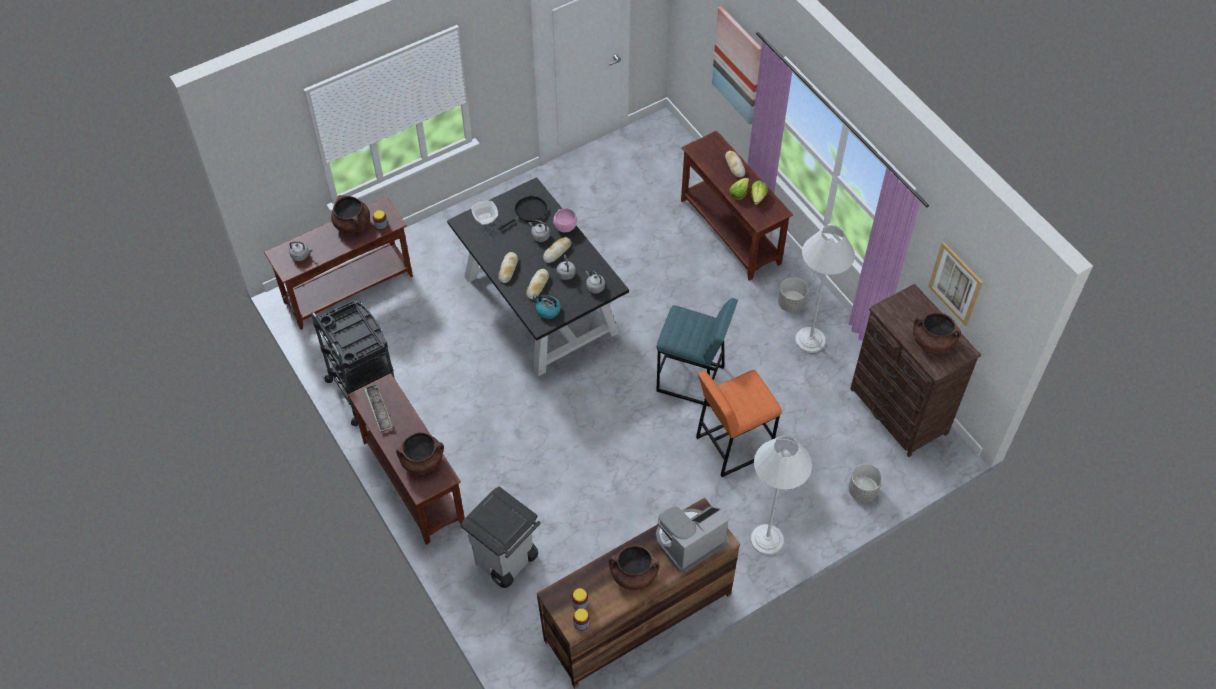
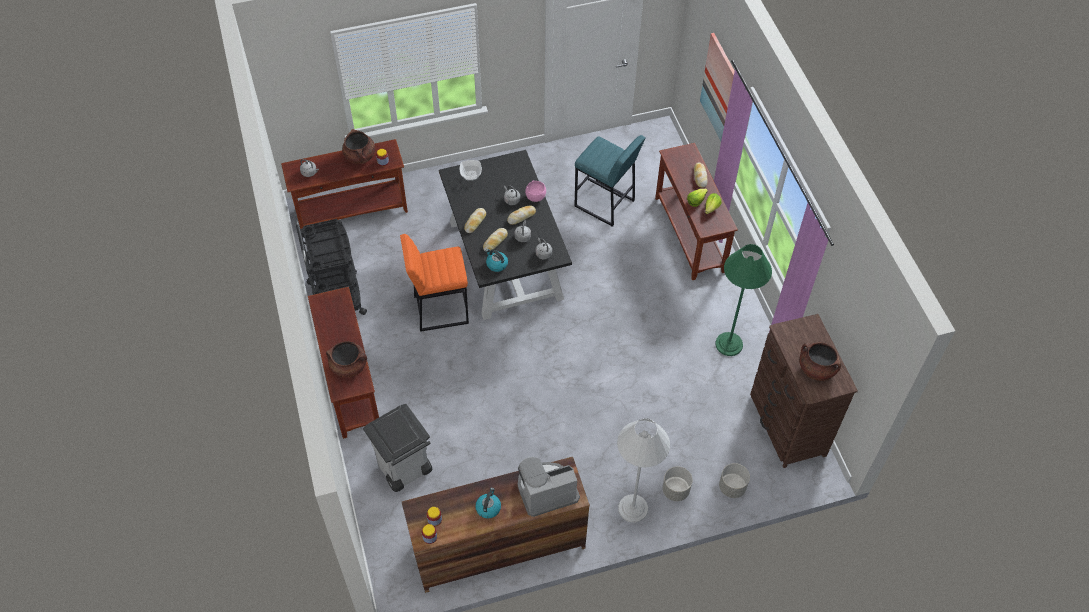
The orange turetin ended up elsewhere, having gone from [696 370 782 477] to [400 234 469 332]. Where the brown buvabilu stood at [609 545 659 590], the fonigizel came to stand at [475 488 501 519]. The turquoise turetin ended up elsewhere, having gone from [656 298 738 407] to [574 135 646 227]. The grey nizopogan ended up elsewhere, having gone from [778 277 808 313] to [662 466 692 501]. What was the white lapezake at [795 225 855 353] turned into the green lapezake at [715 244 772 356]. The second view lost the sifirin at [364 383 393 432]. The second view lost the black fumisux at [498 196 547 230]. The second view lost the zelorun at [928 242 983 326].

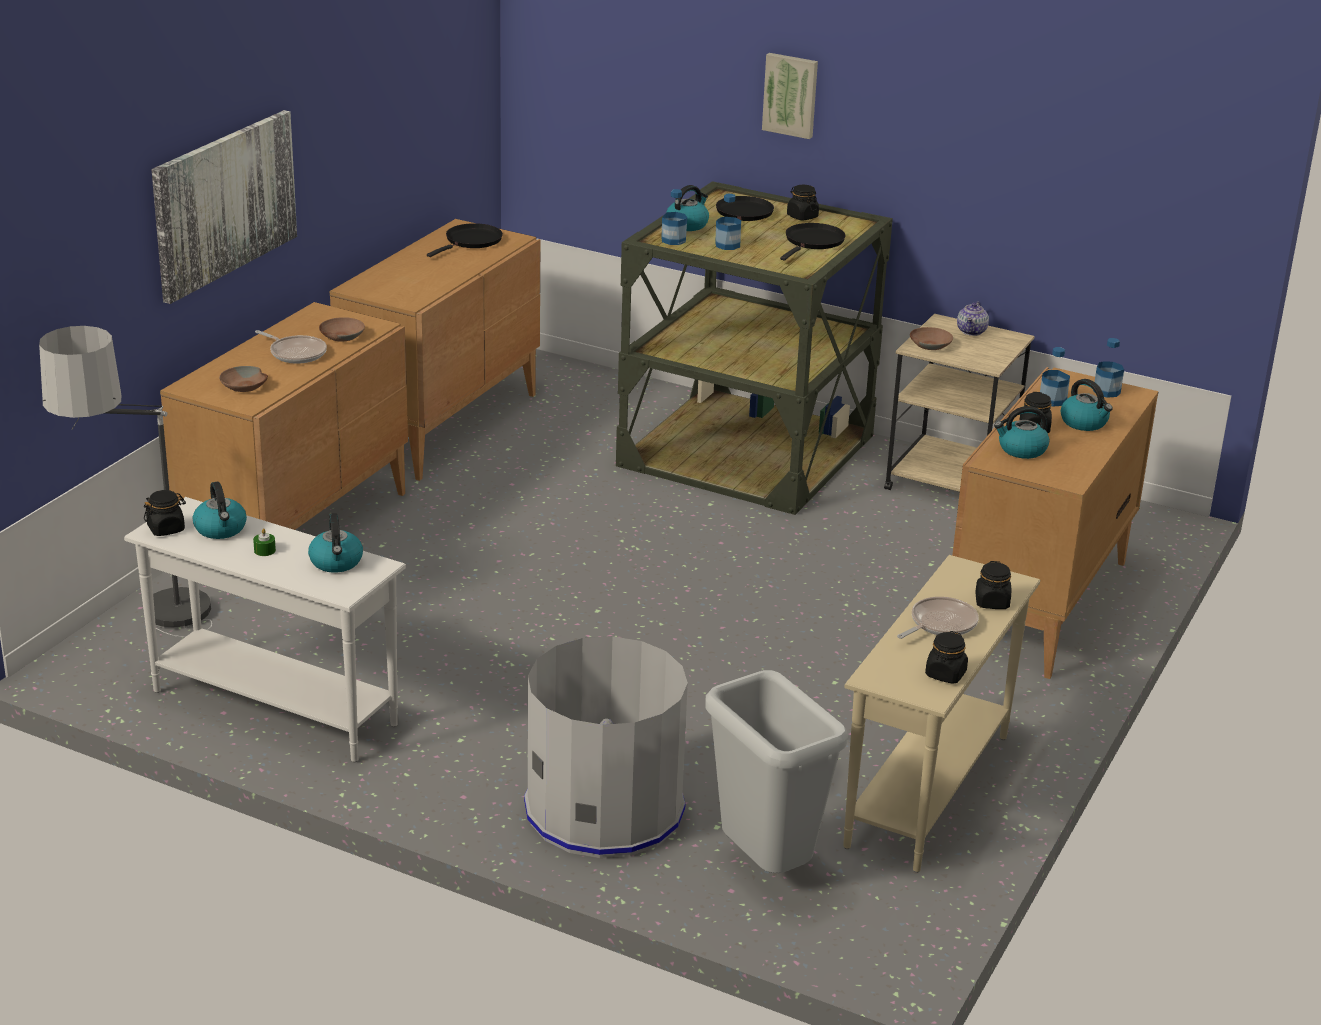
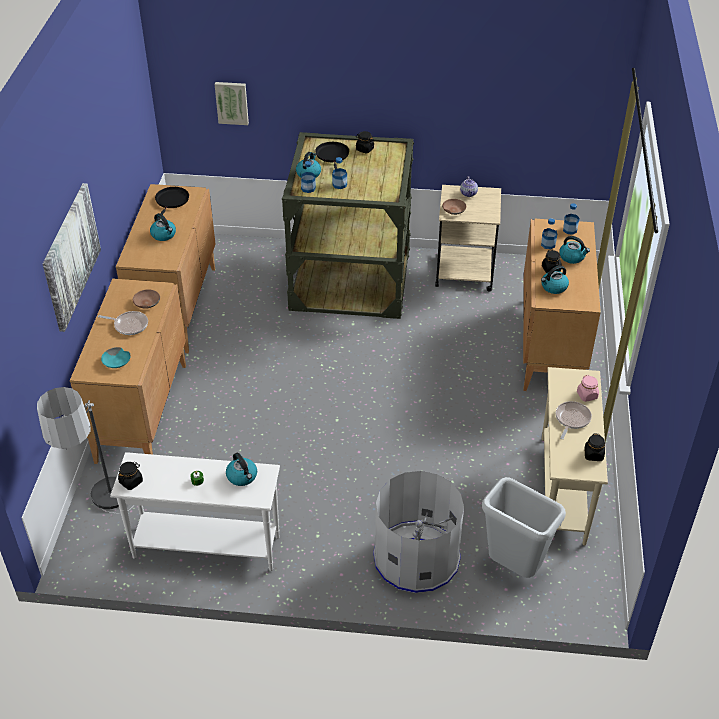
What was the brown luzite at [219 366 268 392] turned into the turquoise luzite at [101 347 131 368]. The fonigizel ended up elsewhere, having gone from [193 482 247 539] to [150 213 176 241]. The zelorun ended up elsewhere, having gone from [762 53 818 139] to [215 82 249 125]. What was the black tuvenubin at [975 561 1011 609] turned into the pink tuvenubin at [577 375 599 402]. The second view lost the black fumisux at [780 223 846 261].

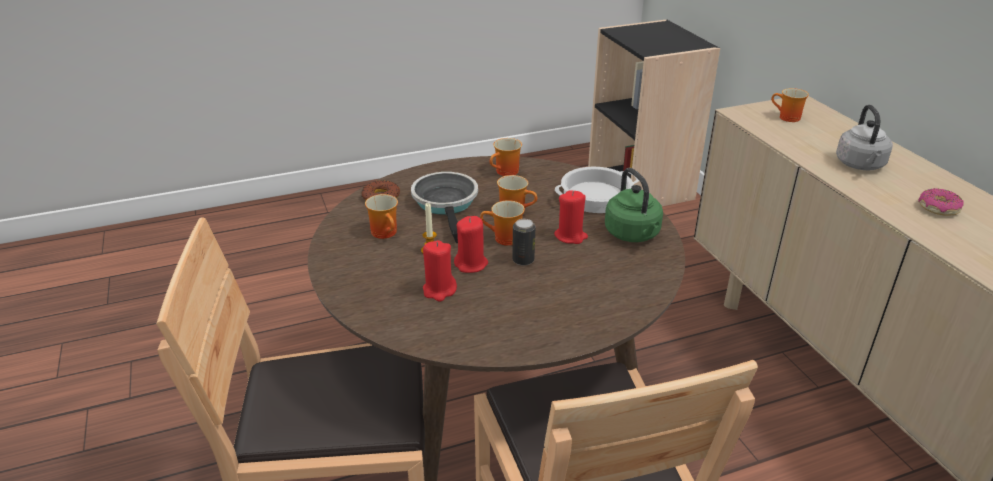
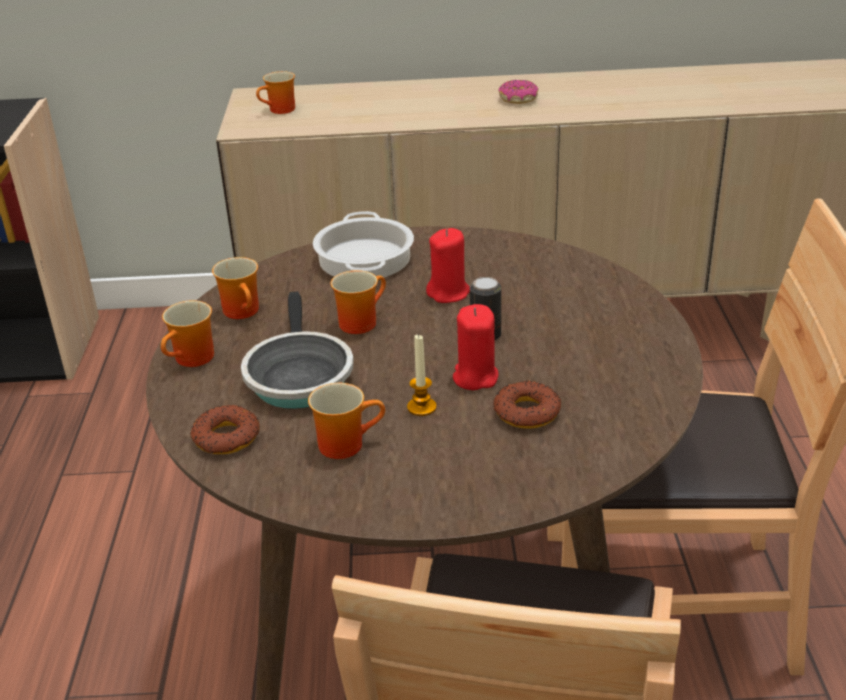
The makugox ended up elsewhere, having gone from [480 200 525 246] to [161 300 214 367]. The fumisux at [411 172 478 243] ended up facing another way, 105 degrees counterclockwise from before. Where the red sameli stood at [423 240 457 302], the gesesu came to stand at [493 381 561 429]. The second view lost the green fonigizel at [605 168 663 242]. The second view lost the grey fonigizel at [836 105 893 171].

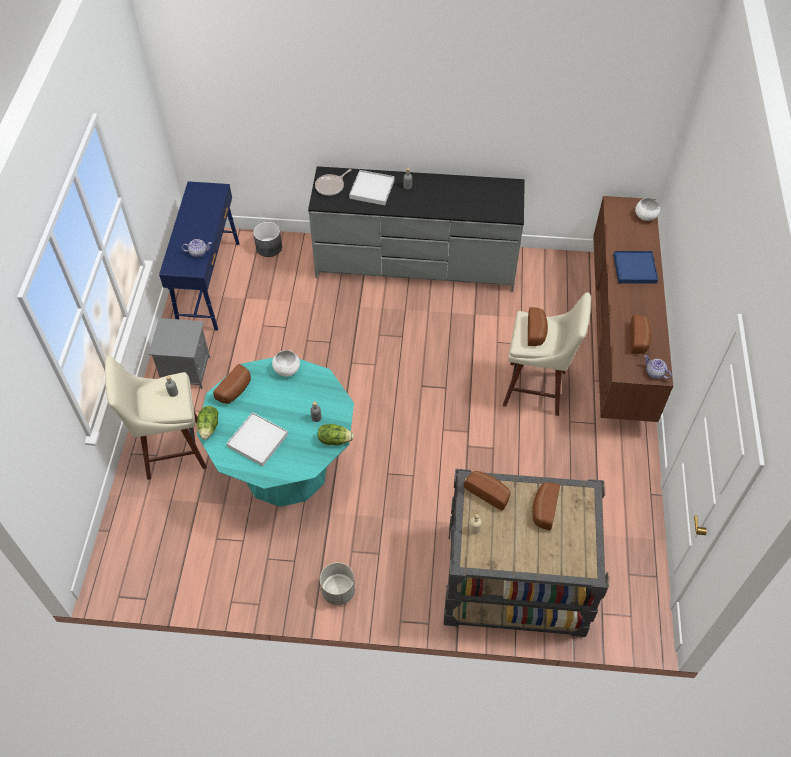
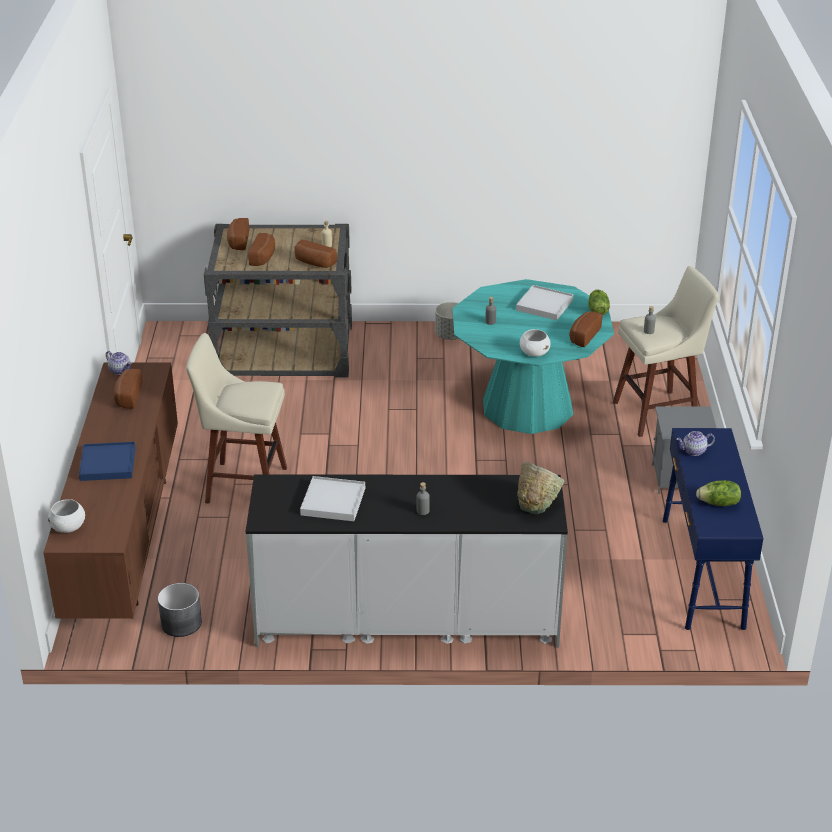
The grey nizopogan ended up elsewhere, having gone from [253 222 282 257] to [158 583 202 637]. The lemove ended up elsewhere, having gone from [528 307 548 346] to [227 218 249 250]. The white sifirin ended up elsewhere, having gone from [349 170 395 205] to [300 476 365 521]. Where the fumisux stood at [315 169 351 196], the green luzite came to stand at [517 462 564 514]. The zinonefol ended up elsewhere, having gone from [318 424 354 445] to [696 480 741 506].

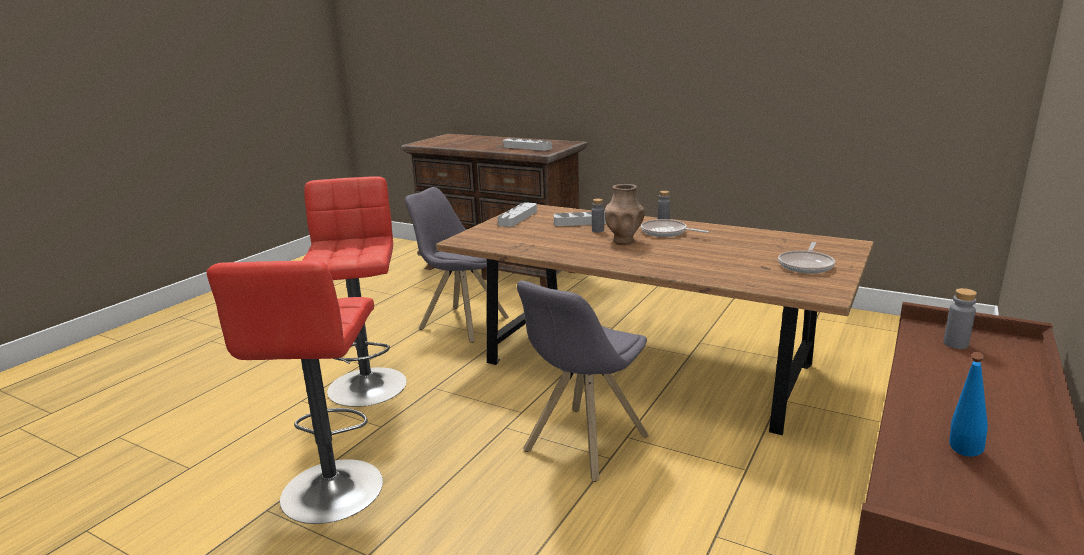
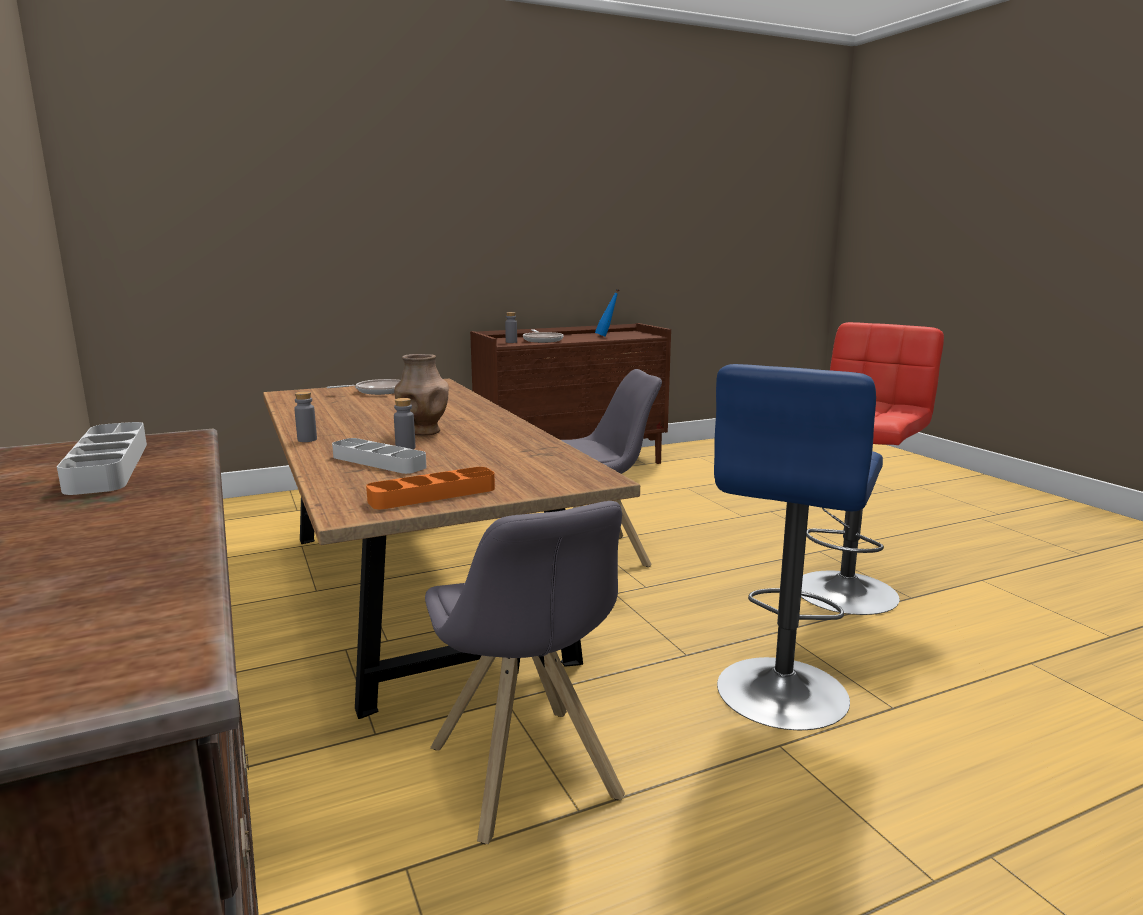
What was the grey sifirin at [498 202 537 227] turned into the orange sifirin at [366 467 495 509]. The fumisux ended up elsewhere, having gone from [641 219 709 237] to [523 329 564 343]. What was the red turetin at [302 176 407 407] turned into the blue turetin at [714 364 883 730].

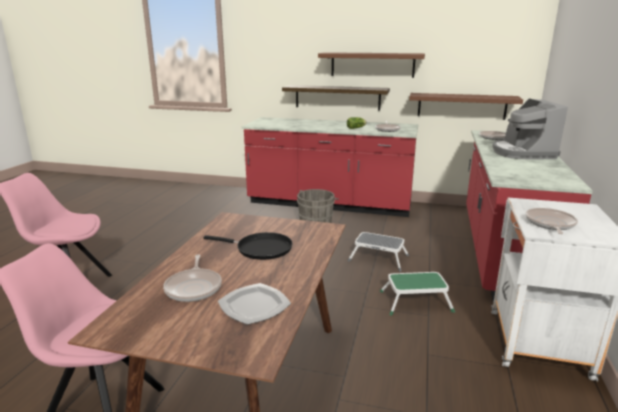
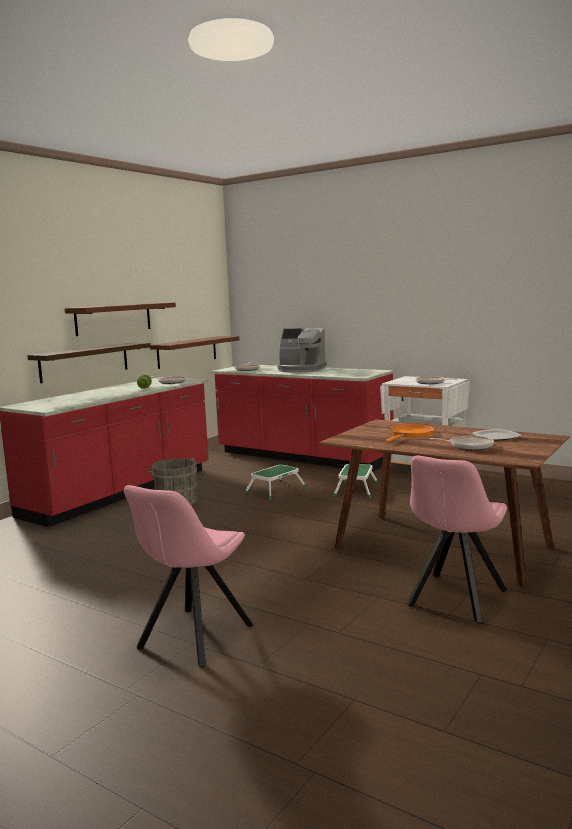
What was the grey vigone at [347 232 409 272] turned into the green vigone at [244 465 307 500]. What was the black fumisux at [203 232 292 260] turned into the orange fumisux at [385 424 435 442].

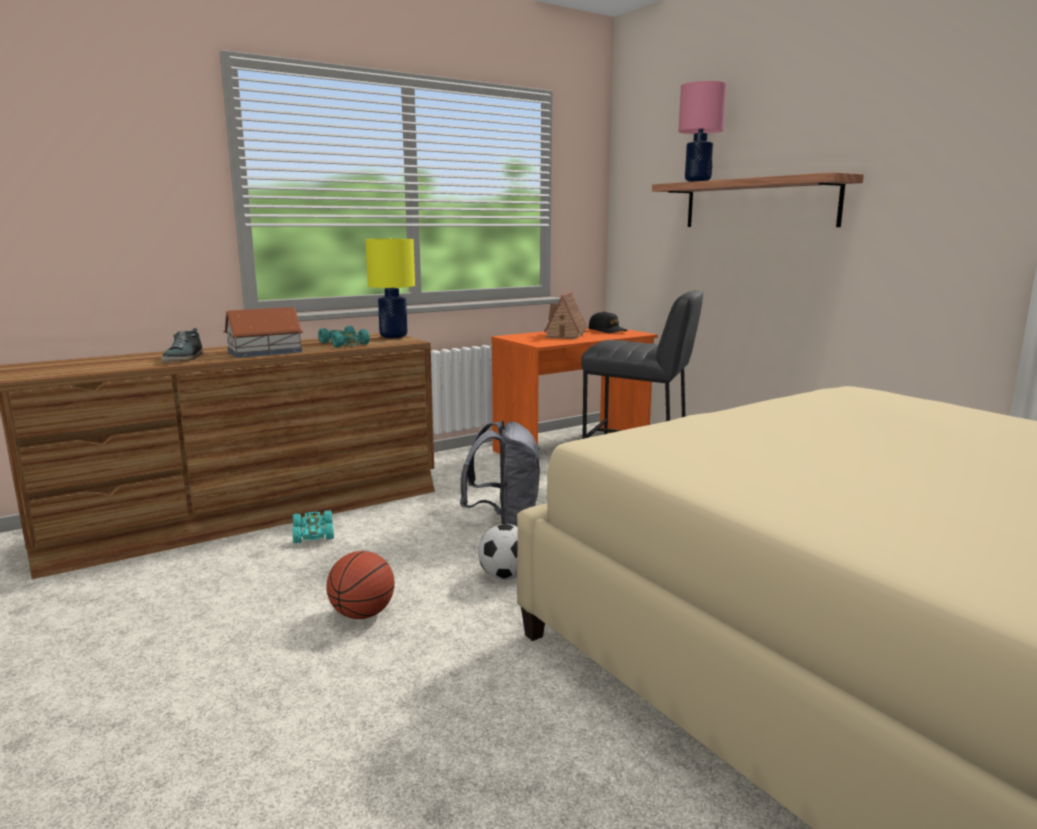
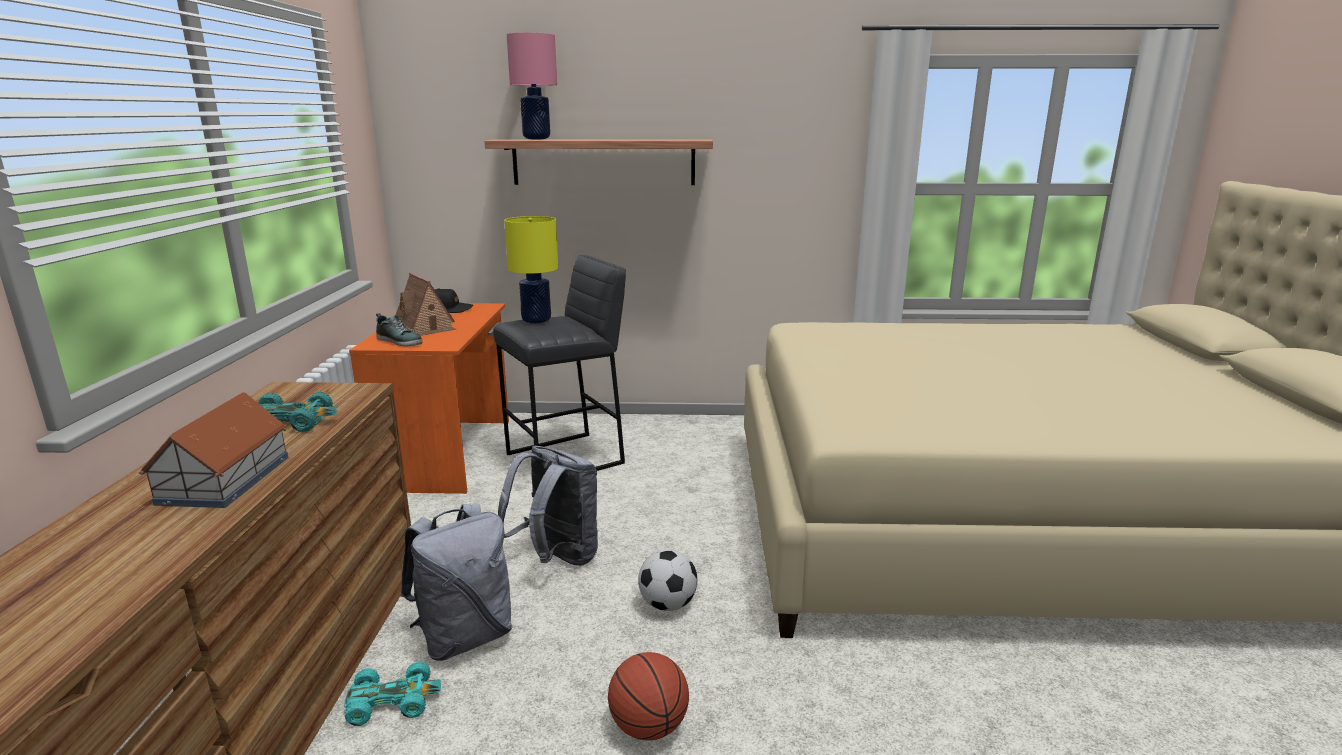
The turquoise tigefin at [292 510 334 543] ended up facing another way, 150 degrees clockwise from before. The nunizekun ended up elsewhere, having gone from [161 328 203 362] to [376 313 423 346]. The second view gained the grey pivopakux at [401 504 512 661]. The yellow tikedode ended up elsewhere, having gone from [365 238 415 338] to [504 216 558 324].

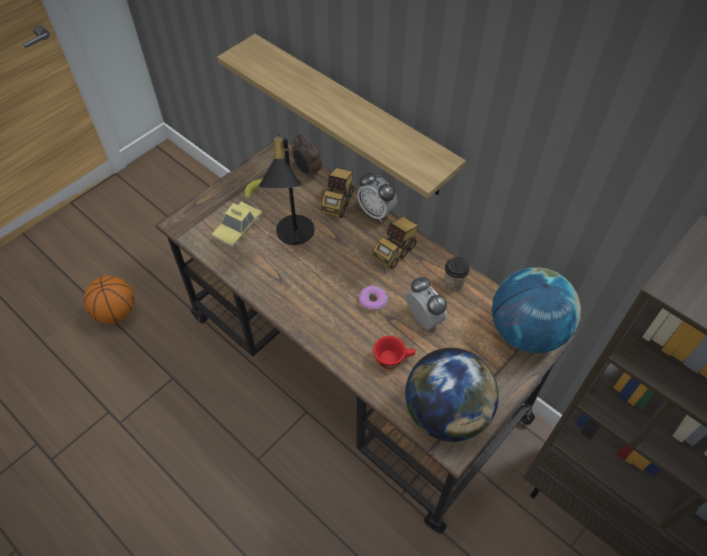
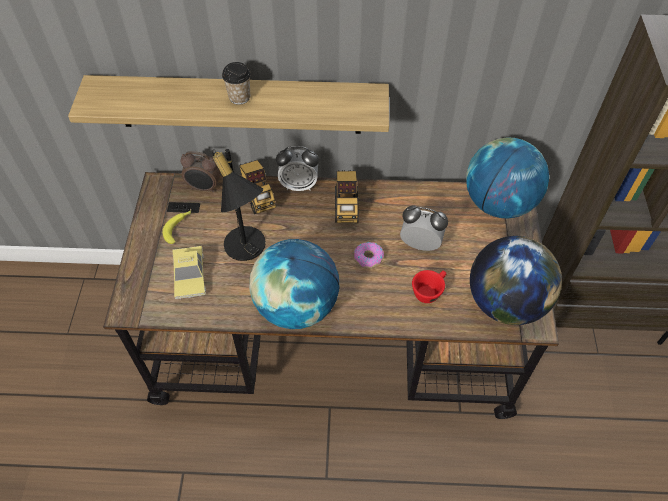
The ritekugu ended up elsewhere, having gone from [444 257 470 291] to [222 62 251 105]. The second view gained the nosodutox at [249 239 340 329]. The second view lost the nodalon at [84 276 135 324].

